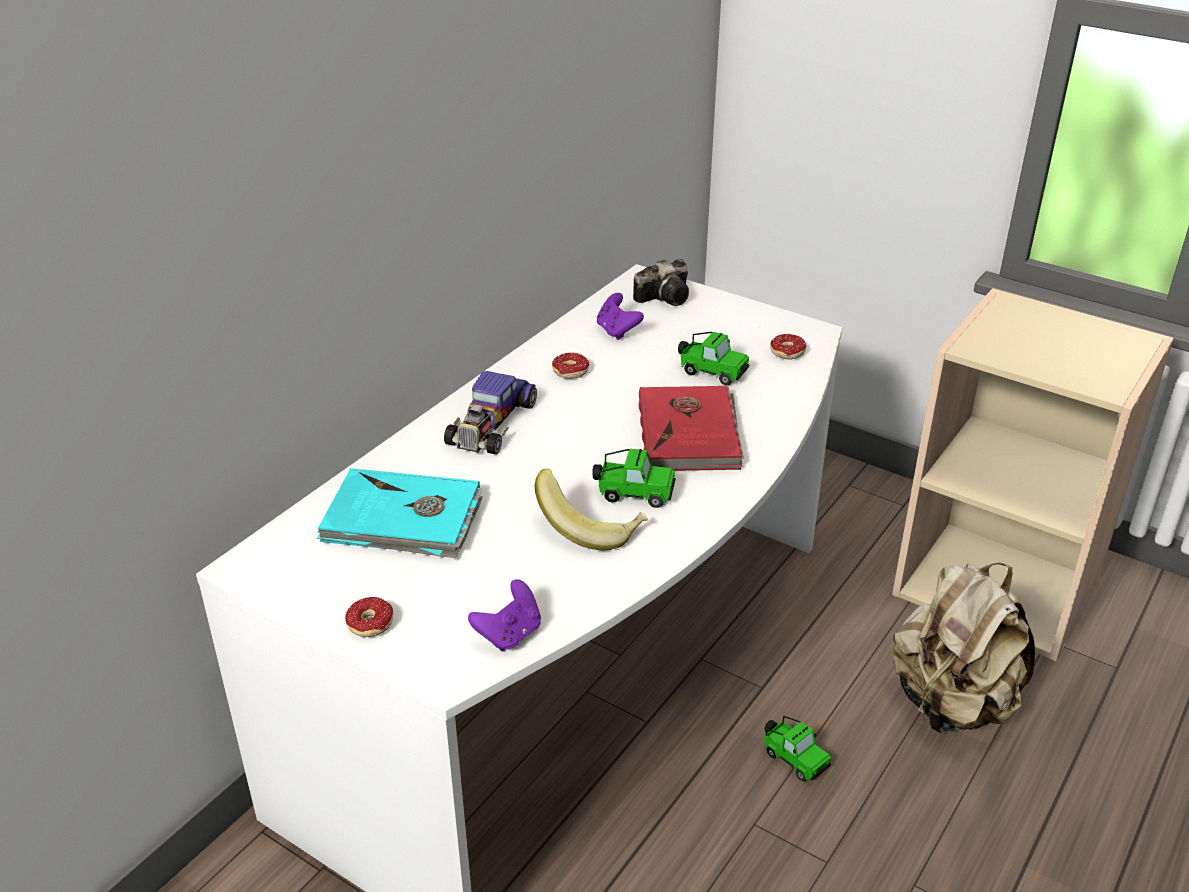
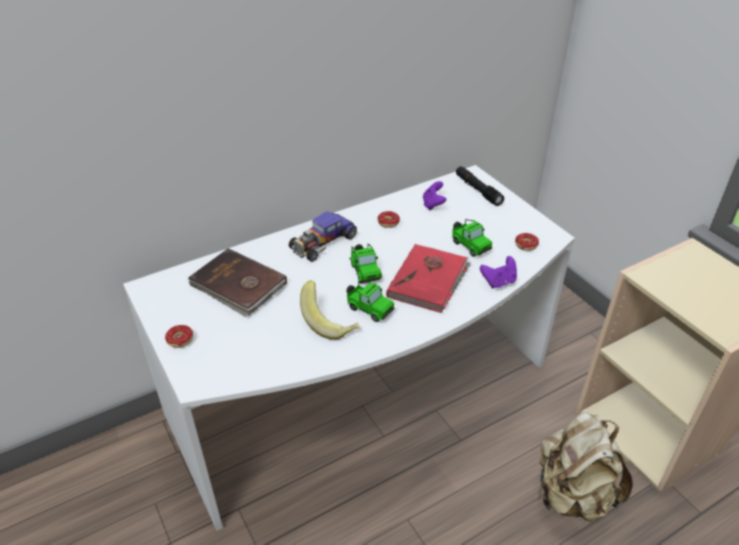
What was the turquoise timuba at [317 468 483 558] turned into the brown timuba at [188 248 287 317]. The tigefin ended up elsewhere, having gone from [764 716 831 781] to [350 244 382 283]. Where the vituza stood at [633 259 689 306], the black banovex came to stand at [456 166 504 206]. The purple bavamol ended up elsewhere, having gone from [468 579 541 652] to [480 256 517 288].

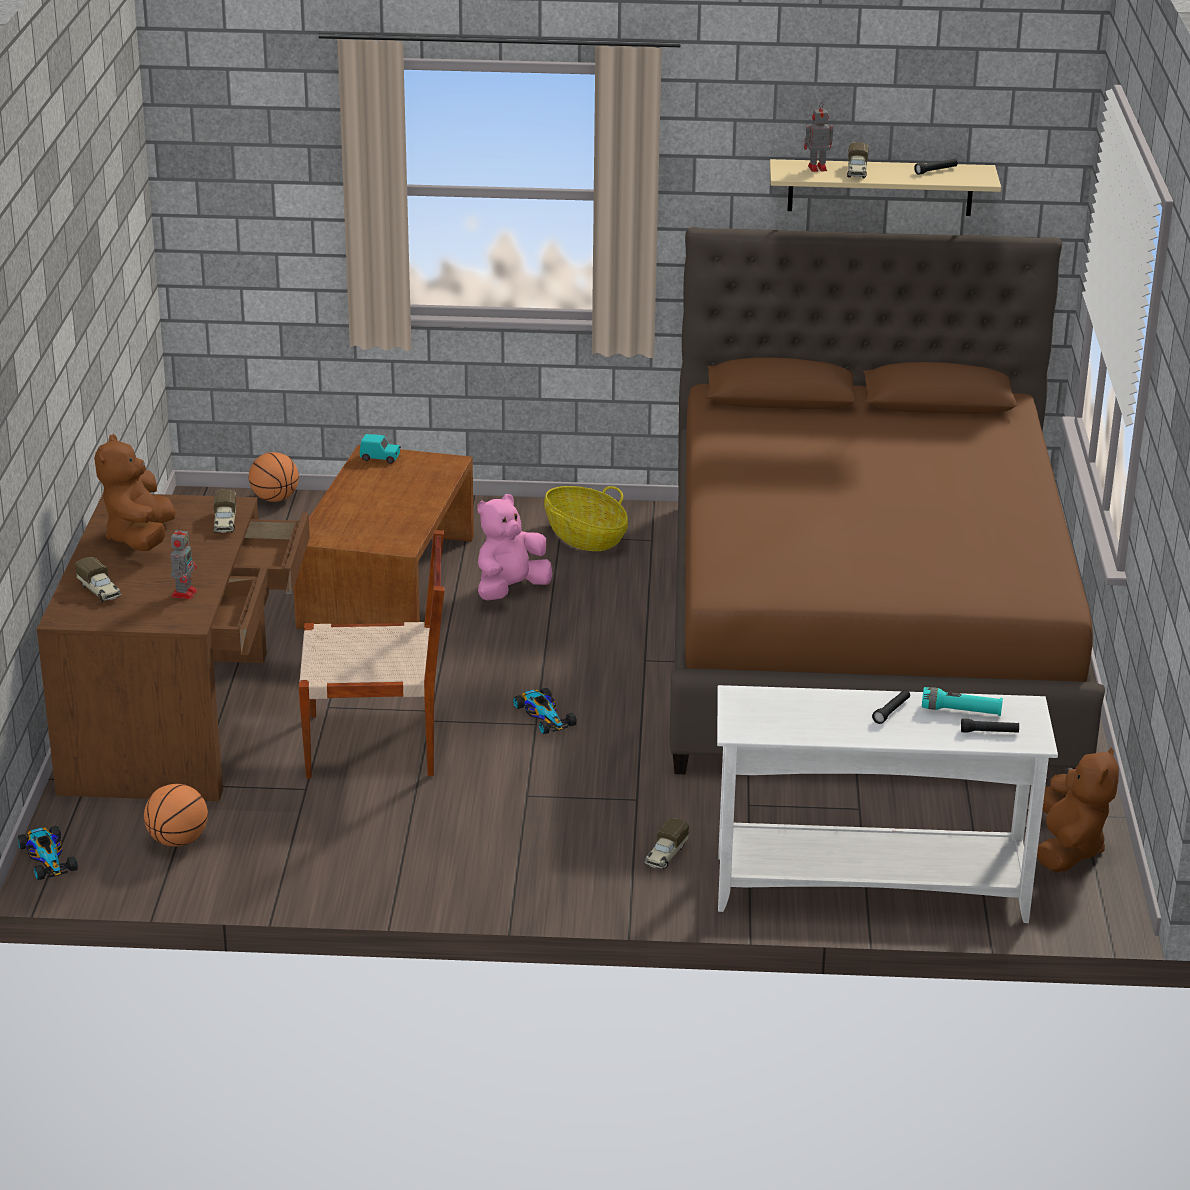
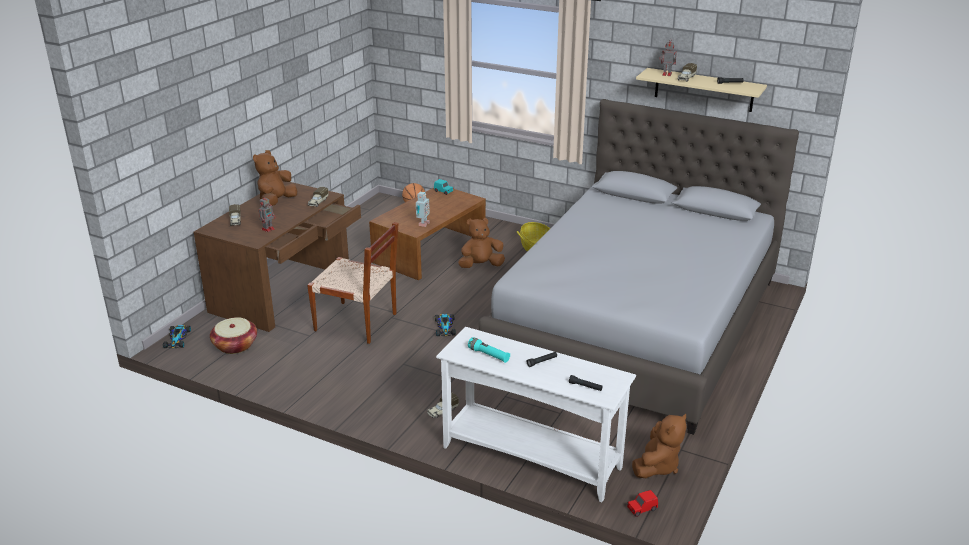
Where the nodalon stood at [144 784 208 847], the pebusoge came to stand at [210 317 257 354]. The second view gained the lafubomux at [416 192 430 227]. What was the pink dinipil at [477 494 552 601] turned into the brown dinipil at [458 218 505 268]. The turquoise banovex ended up elsewhere, having gone from [922 687 1003 716] to [468 337 510 363]. What was the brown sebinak at [669 227 1105 774] turned into the grey sebinak at [479 99 799 435]. The second view gained the red tigefin at [627 490 658 517].

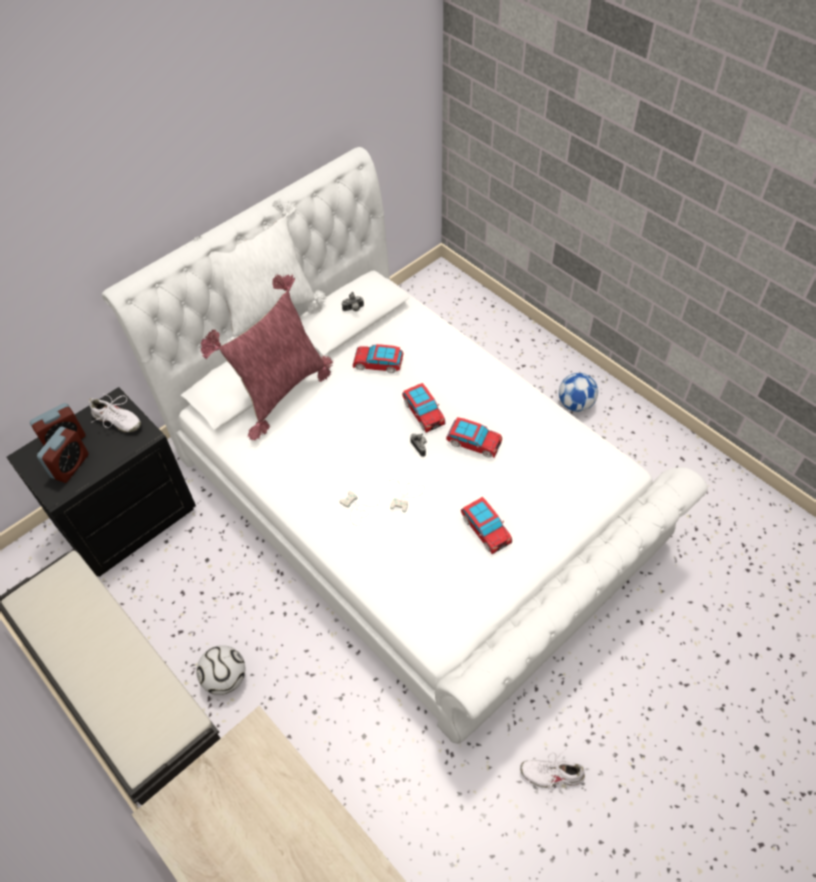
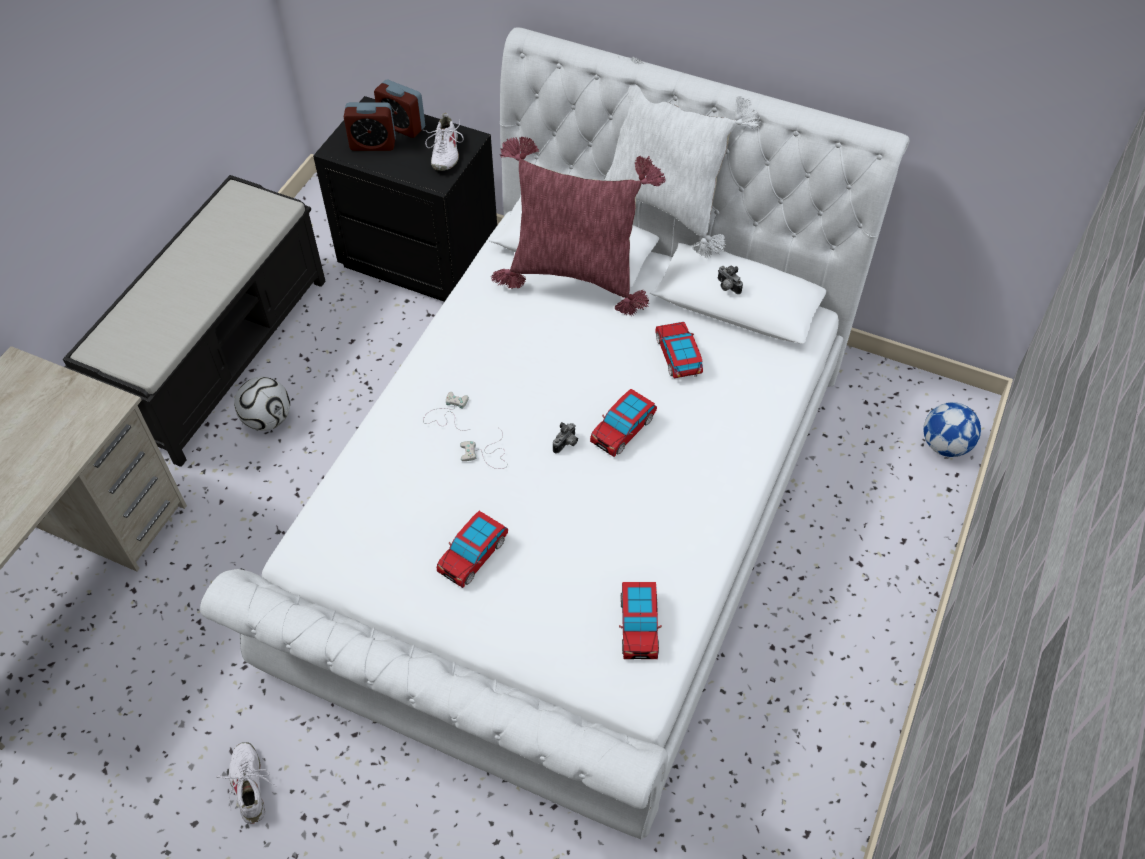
The tigefin ended up elsewhere, having gone from [446 417 502 458] to [619 582 662 659]. The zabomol ended up elsewhere, having gone from [559 373 598 412] to [923 402 981 457].

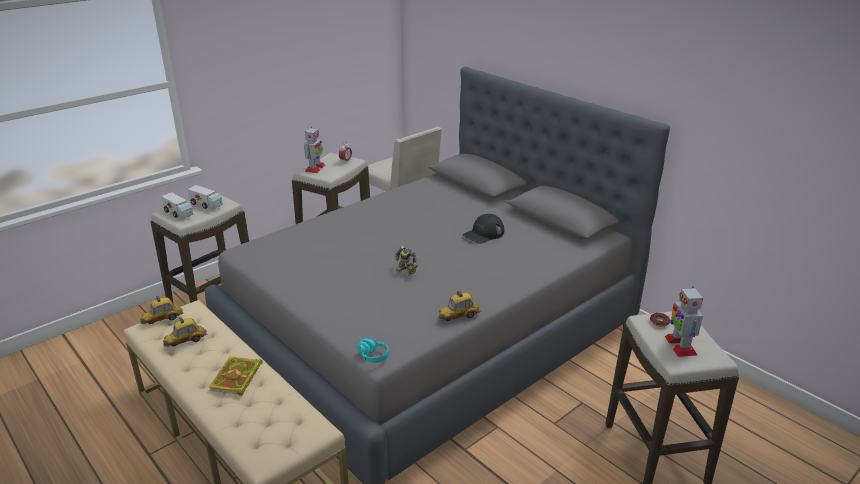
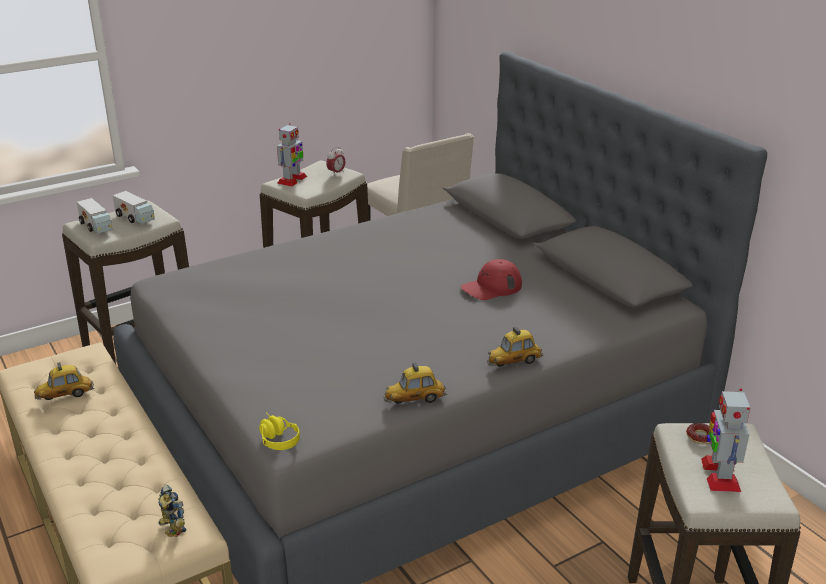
The lafubomux ended up elsewhere, having gone from [395 245 418 276] to [158 484 186 537]. What was the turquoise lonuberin at [357 337 389 363] turned into the yellow lonuberin at [259 413 300 450]. What was the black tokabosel at [463 214 504 243] turned into the red tokabosel at [461 259 522 300]. The tigefin ended up elsewhere, having gone from [140 296 183 324] to [487 327 544 367]. The second view lost the timuba at [209 357 263 396].

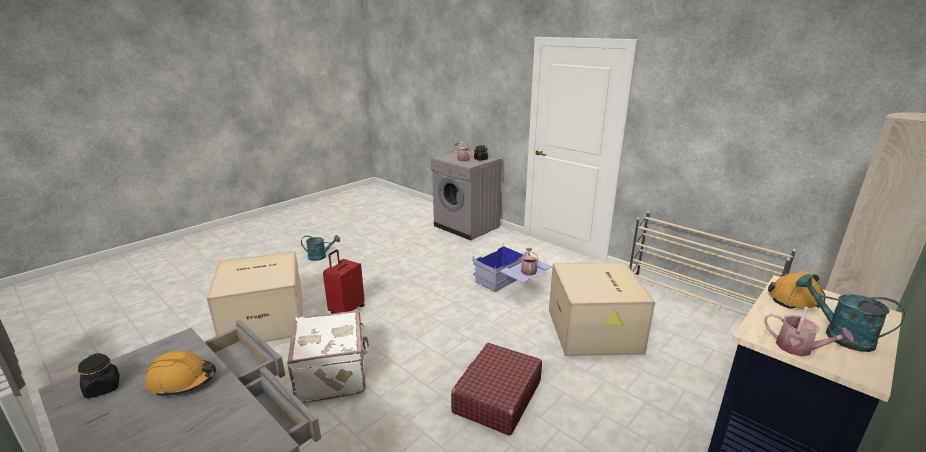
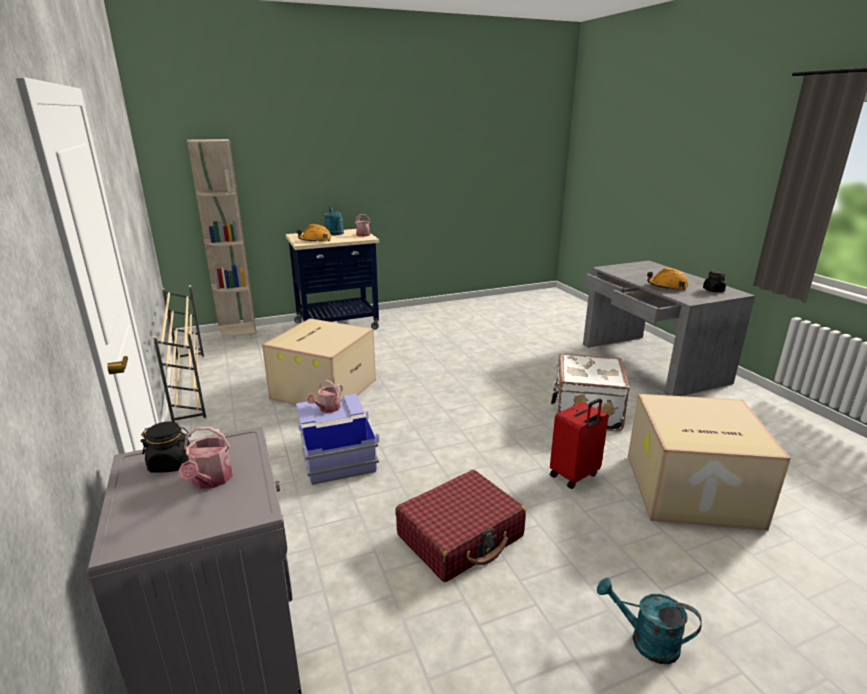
The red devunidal ended up elsewhere, having gone from [451 343 542 436] to [395 470 526 582].

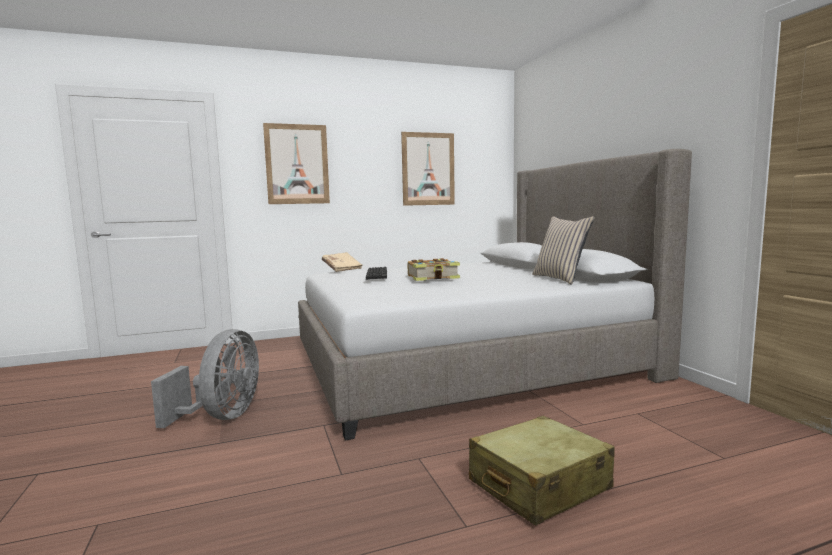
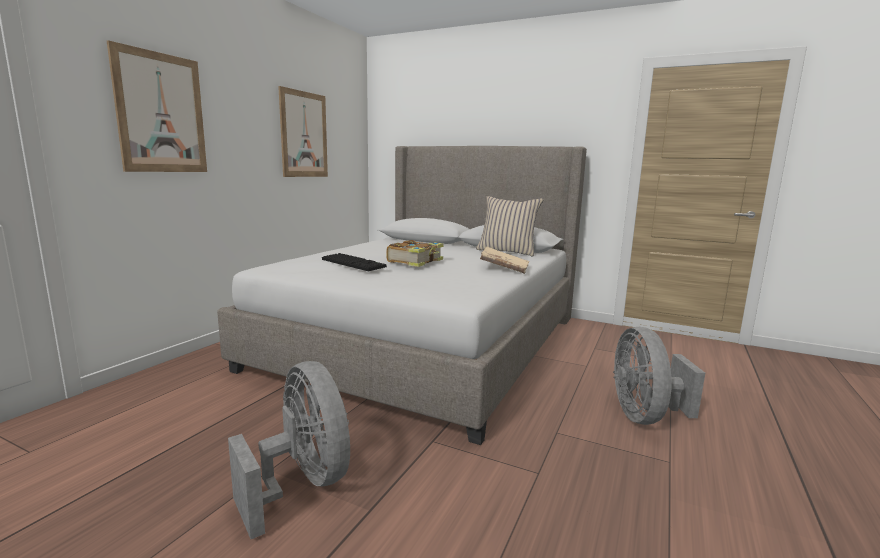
The beige timuba ended up elsewhere, having gone from [322 252 363 272] to [480 246 529 274]. Where the beige devunidal stood at [469 416 615 526], the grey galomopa came to stand at [613 327 705 425].

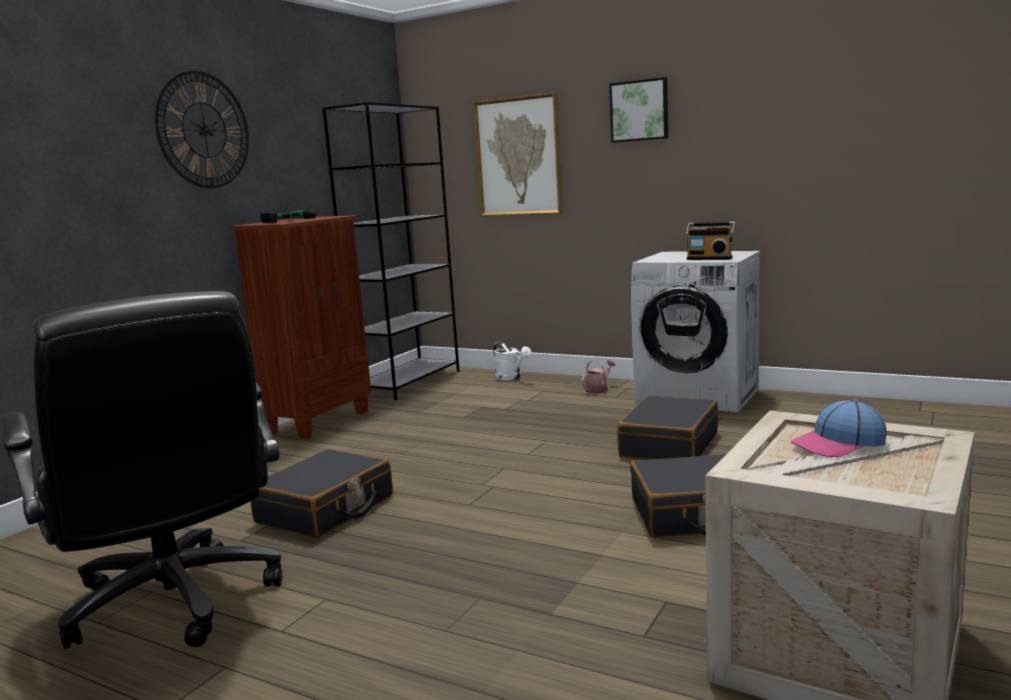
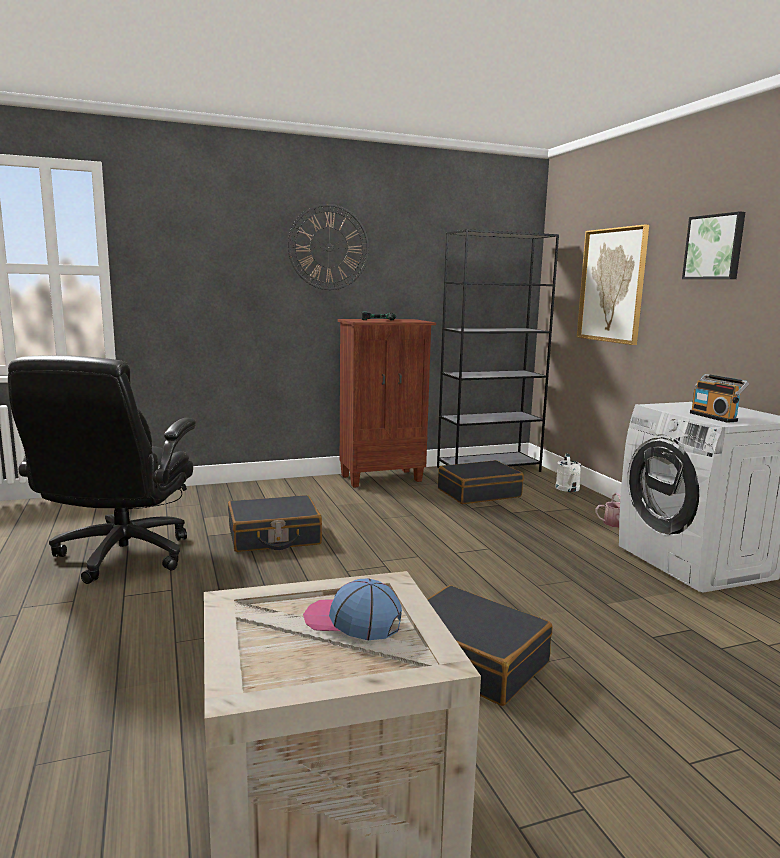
The black devunidal ended up elsewhere, having gone from [617 395 718 460] to [438 460 524 504].

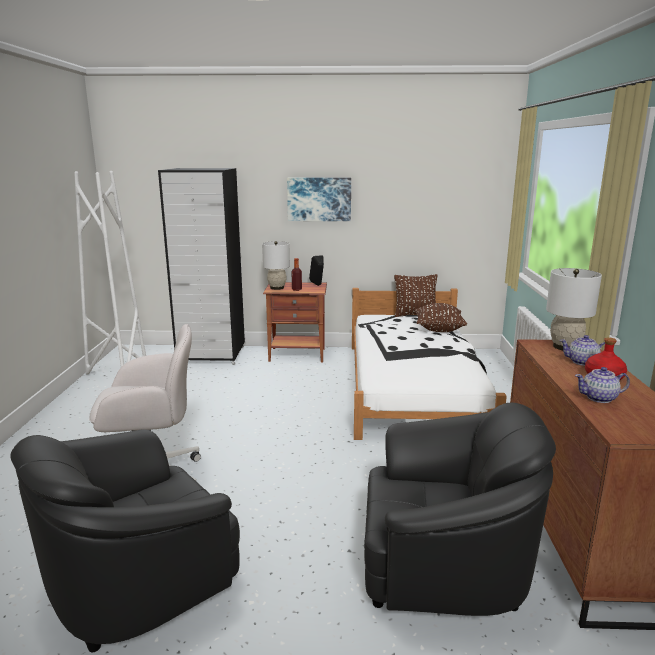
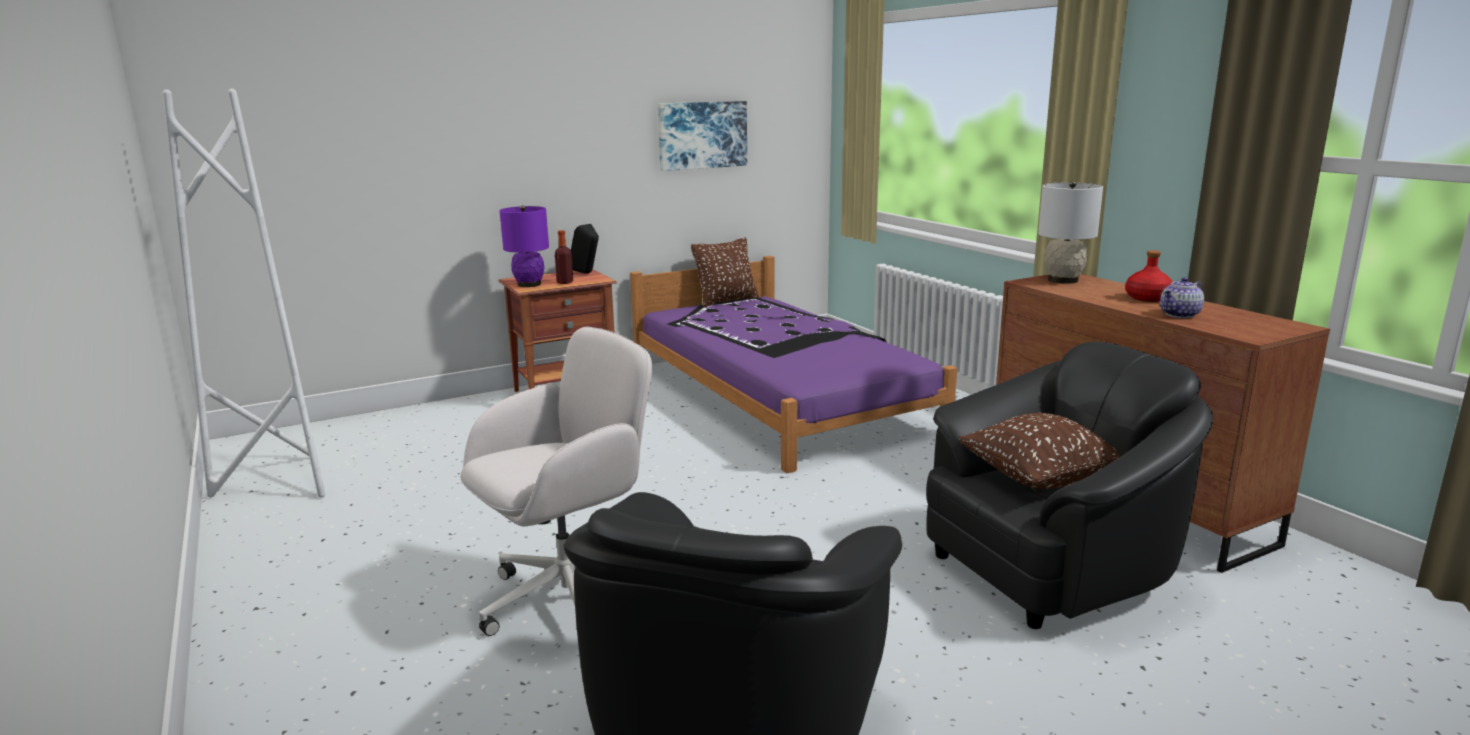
What was the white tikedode at [262 241 290 290] turned into the purple tikedode at [500 205 549 287]. What was the white sebinak at [352 288 507 440] turned into the purple sebinak at [630 256 957 474]. The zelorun ended up elsewhere, having gone from [287 177 351 221] to [658 101 747 171]. The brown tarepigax ended up elsewhere, having gone from [415 303 467 332] to [959 413 1121 489]. The second view lost the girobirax at [158 168 245 365]. The second view lost the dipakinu at [560 335 605 366].

